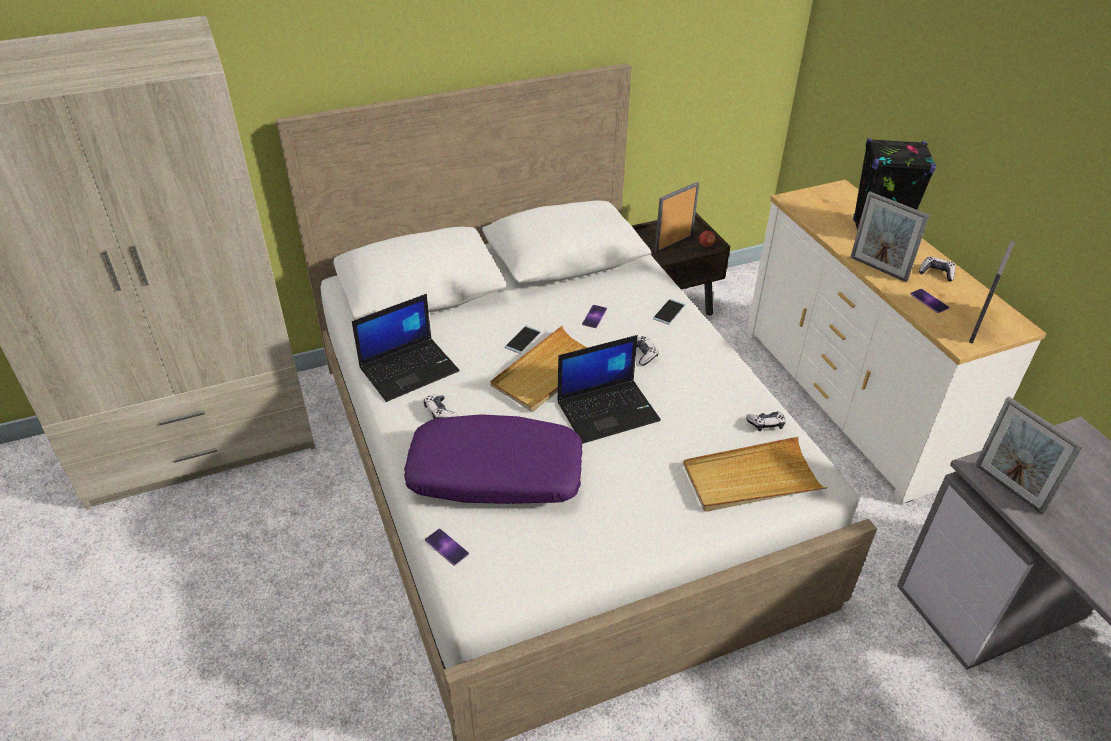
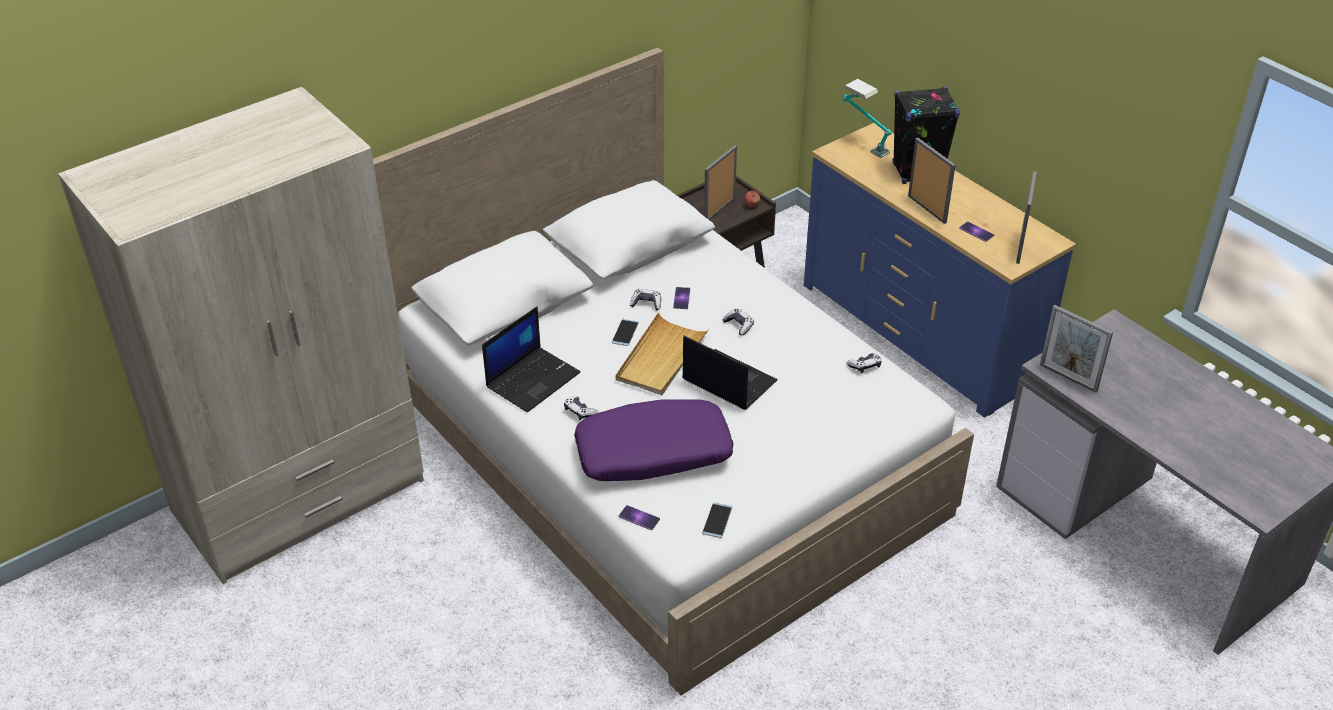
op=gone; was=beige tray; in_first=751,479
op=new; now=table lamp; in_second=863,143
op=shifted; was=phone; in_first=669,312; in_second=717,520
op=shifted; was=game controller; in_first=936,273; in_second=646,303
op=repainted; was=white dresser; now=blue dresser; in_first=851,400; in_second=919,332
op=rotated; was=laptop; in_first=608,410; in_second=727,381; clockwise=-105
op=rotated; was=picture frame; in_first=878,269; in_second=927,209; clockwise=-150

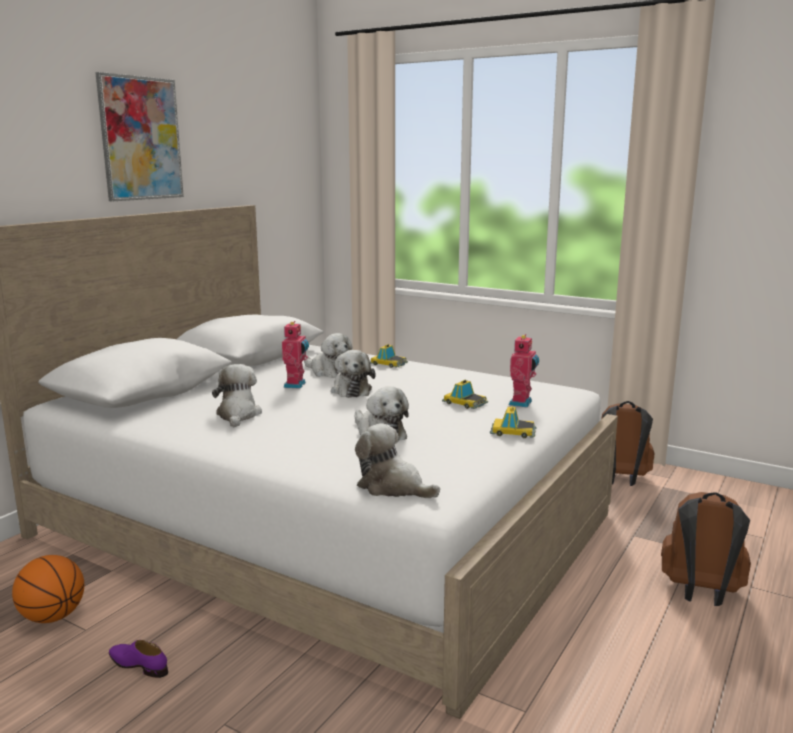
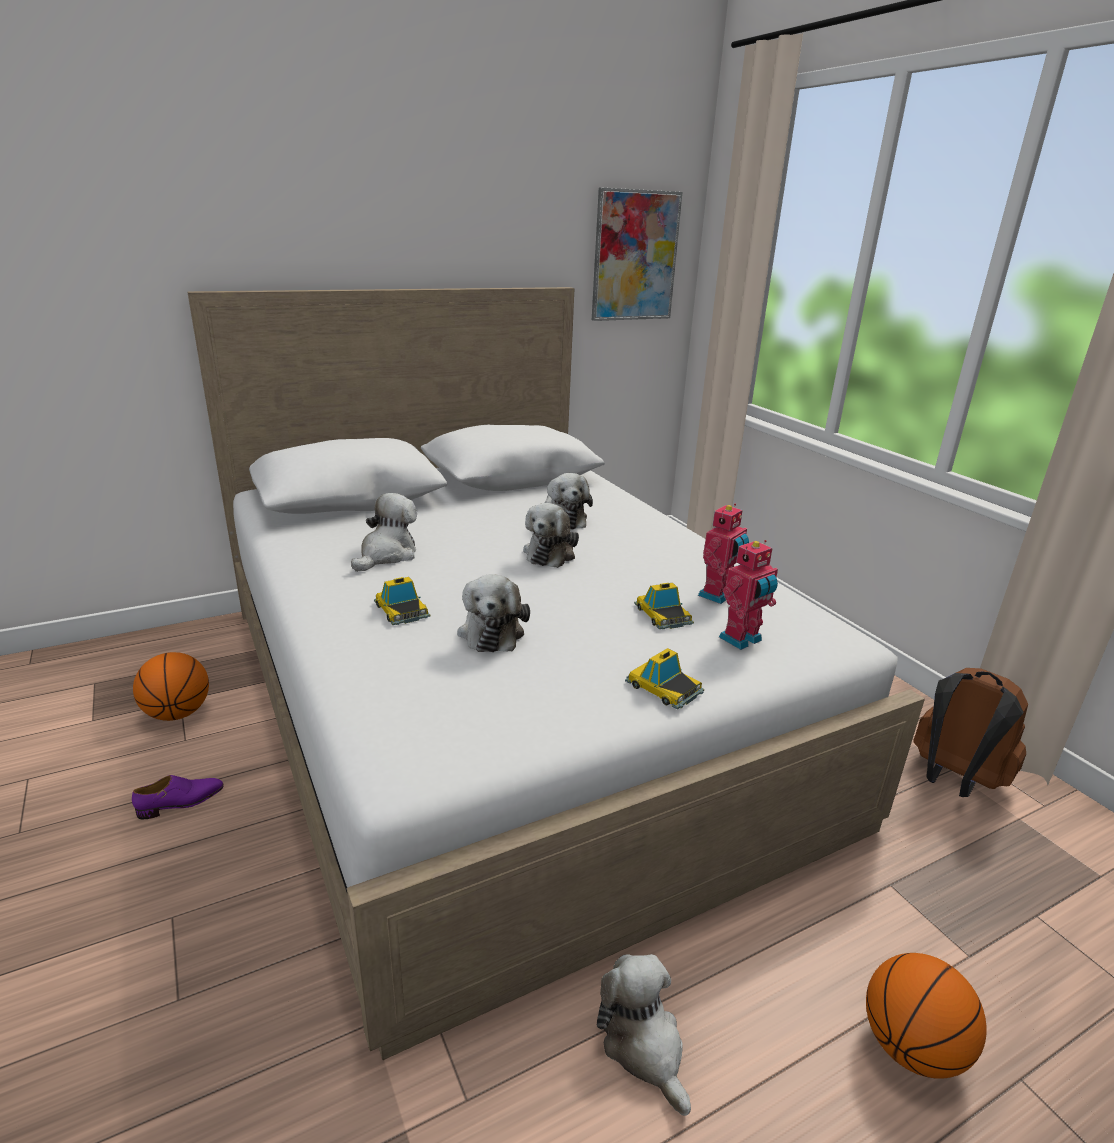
op=shifted; was=picture; in_first=140,139; in_second=635,256
op=shifted; was=toy robot; in_first=296,385; in_second=718,595
op=shifted; was=plush toy; in_first=393,487; in_second=644,1045
op=shifted; was=toy car; in_first=388,363; in_second=401,610
op=swapped; was=brown backpack; now=basketball; in_first=701,594; in_second=911,1046
op=rotated; was=purple shoe; in_first=138,665; in_second=181,802; clockwise=90

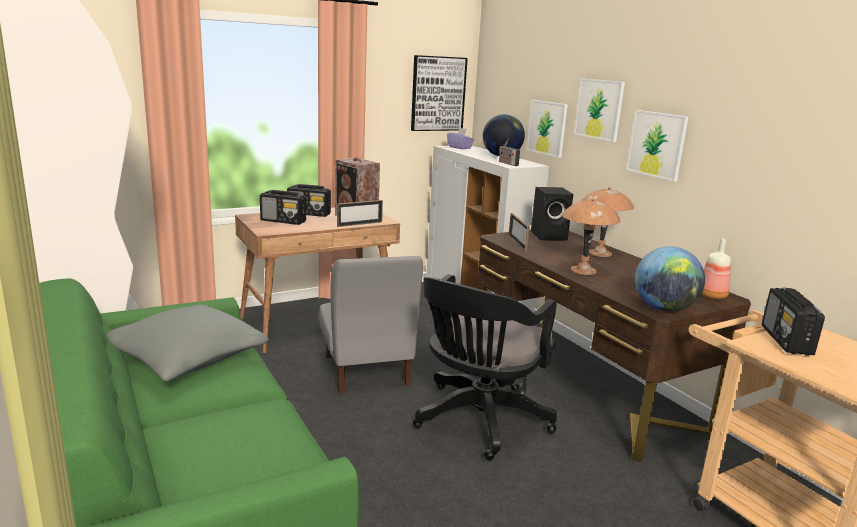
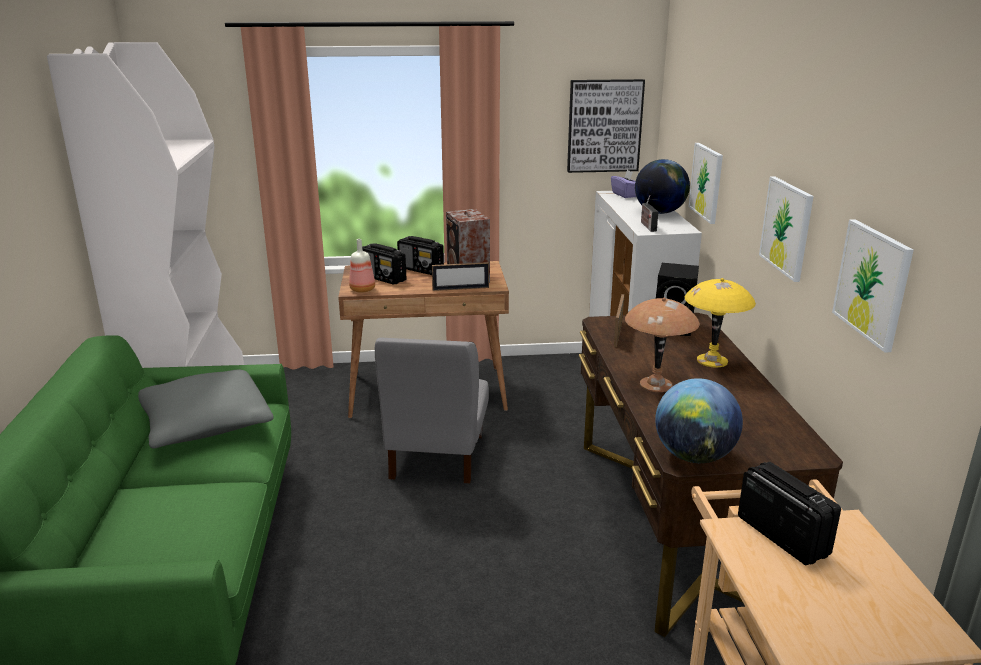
op=gone; was=black office chair; in_first=478,422
op=shifted; was=picture; in_first=599,109; in_second=872,283
op=shifted; was=bottle; in_first=712,295; in_second=363,289
op=repainted; was=brown table lamp; now=yellow table lamp; in_first=600,253; in_second=712,361
op=rotated; was=radio; in_first=786,341; in_second=781,535; clockwise=120

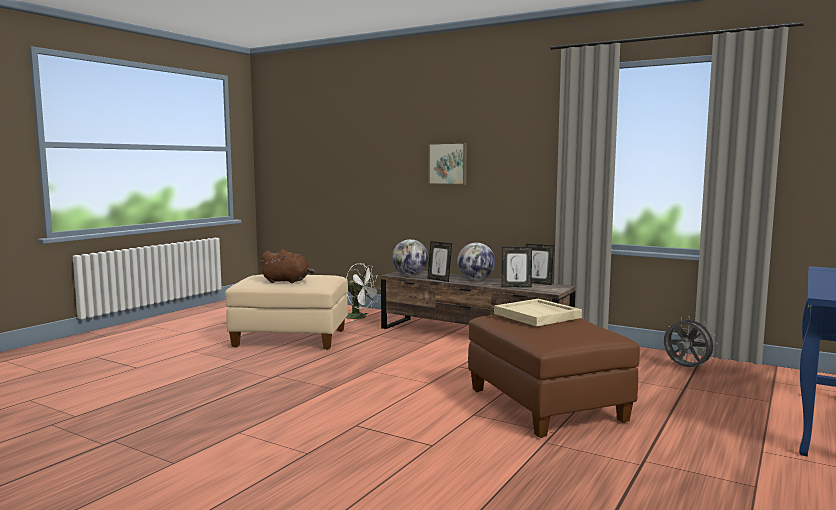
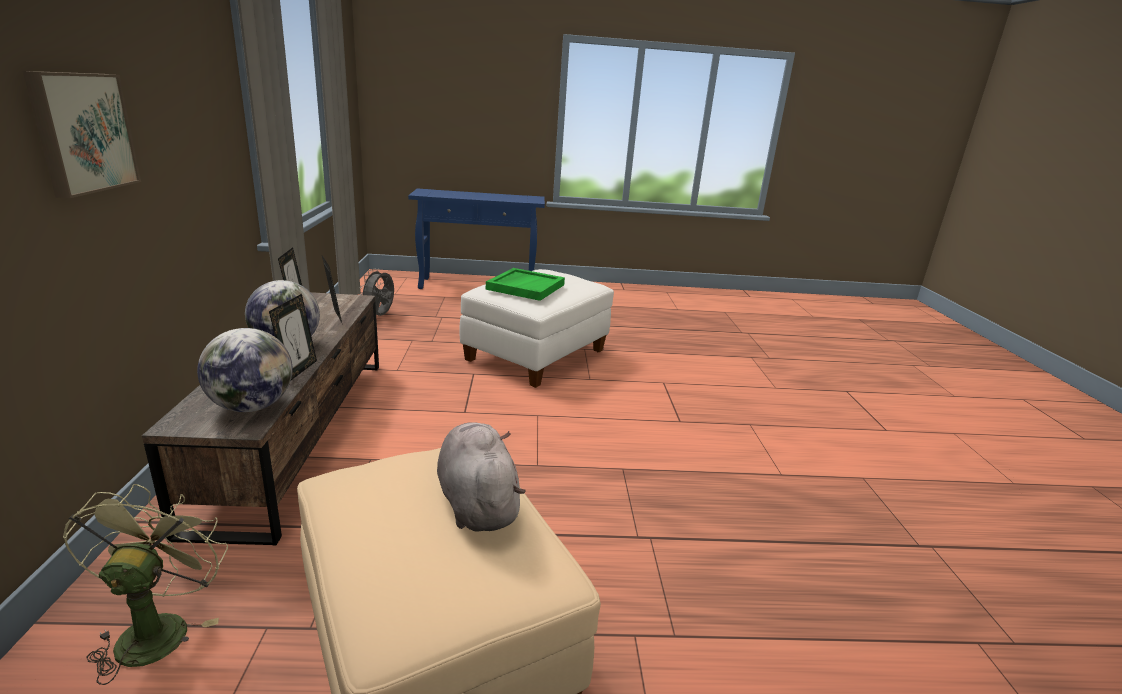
op=repainted; was=brown plush toy; now=grey plush toy; in_first=287,281; in_second=477,502
op=repainted; was=white fan; now=green fan; in_first=360,317; in_second=157,628
op=repainted; was=brown ottoman; now=white ottoman; in_first=546,406; in_second=535,356
op=repainted; was=beige tray; now=green tray; in_first=538,315; in_second=525,287

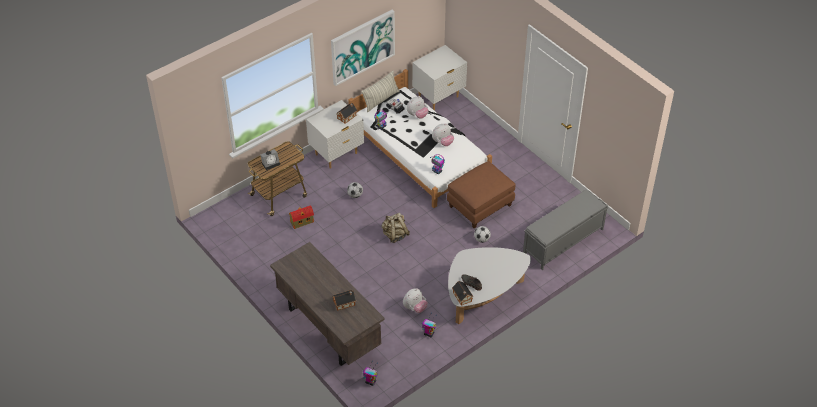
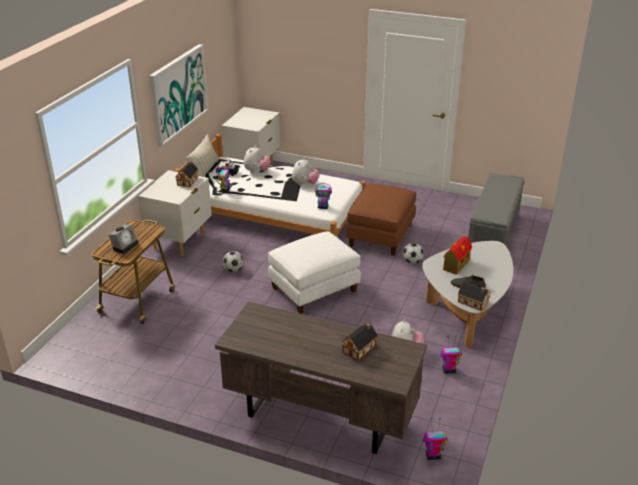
op=shifted; was=toy house; in_first=301,222; in_second=456,265
op=swapped; was=beige backpack; now=white ottoman; in_first=395,235; in_second=314,290

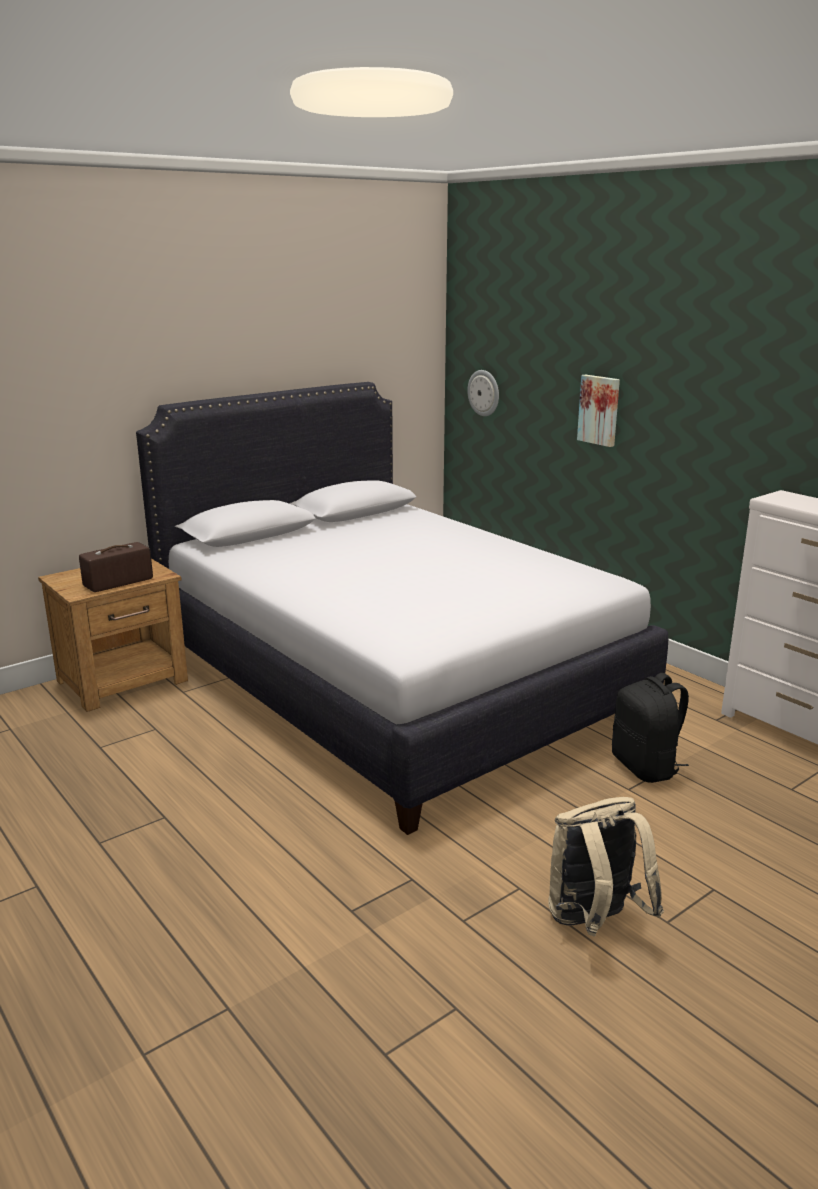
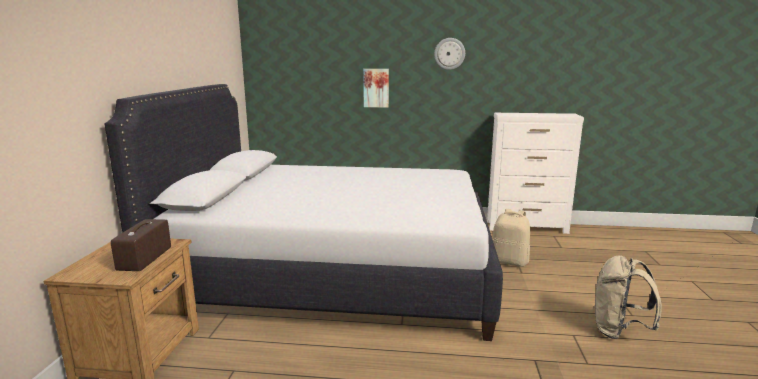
op=shifted; was=wall clock; in_first=484,393; in_second=449,53
op=repainted; was=black backpack; now=beige backpack; in_first=646,767; in_second=509,261

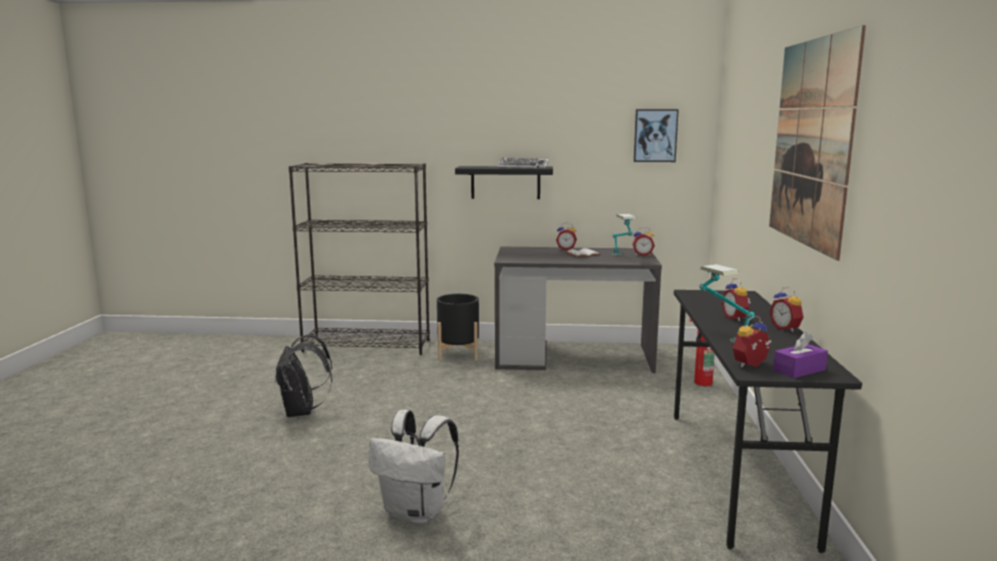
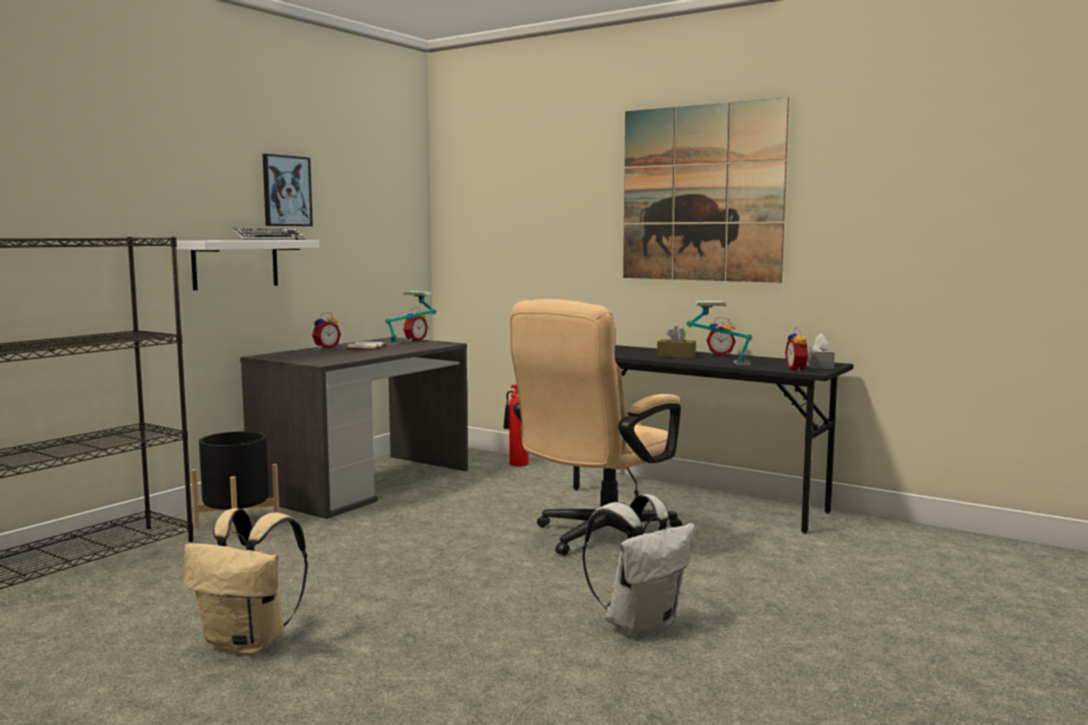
op=new; now=beige office chair; in_second=597,538
op=shifted; was=picture; in_first=655,135; in_second=286,191
op=swapped; was=alarm clock; now=brown tissue box; in_first=736,318; in_second=676,356
op=repainted; was=black backpack; now=beige backpack; in_first=302,412; in_second=249,644
op=repainted; was=black shelf; now=white shelf; in_first=505,182; in_second=235,264
op=repainted; was=purple tissue box; now=grey tissue box; in_first=799,370; in_second=817,366

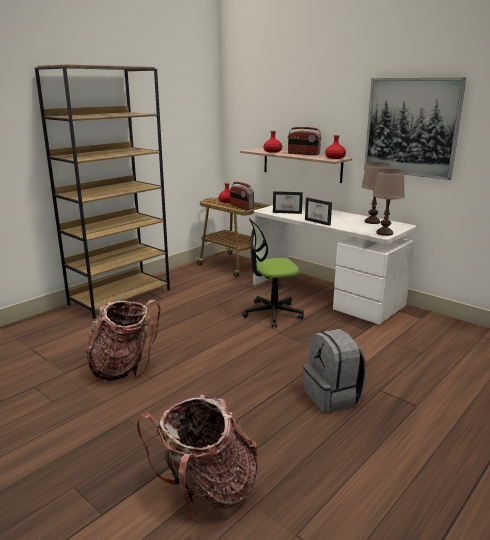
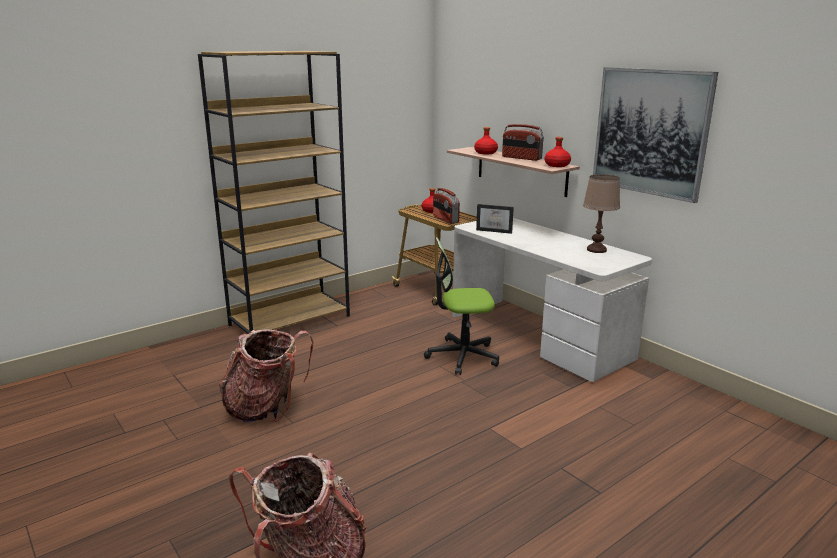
op=gone; was=grey backpack; in_first=333,397
op=gone; was=picture frame; in_first=320,222
op=gone; was=brown table lamp; in_first=384,233

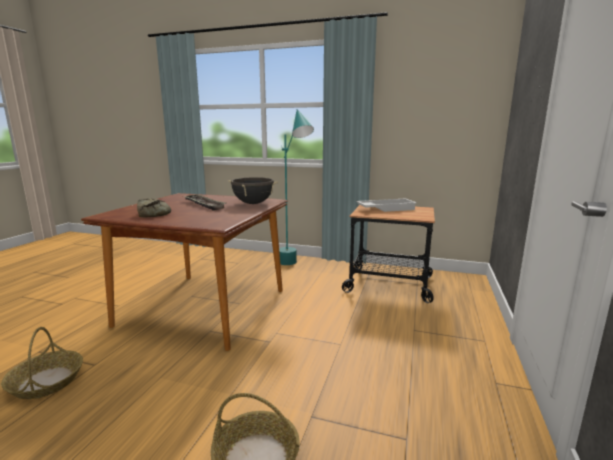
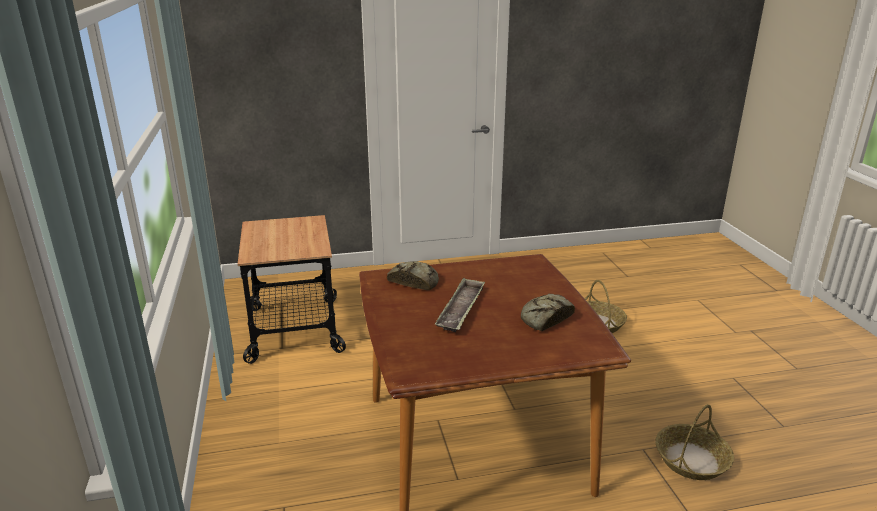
op=gone; was=turquoise floor lamp; in_first=294,267
op=gone; was=white tray; in_first=386,209
op=swapped; was=black cooking pot; now=bread; in_first=253,203; in_second=414,281

